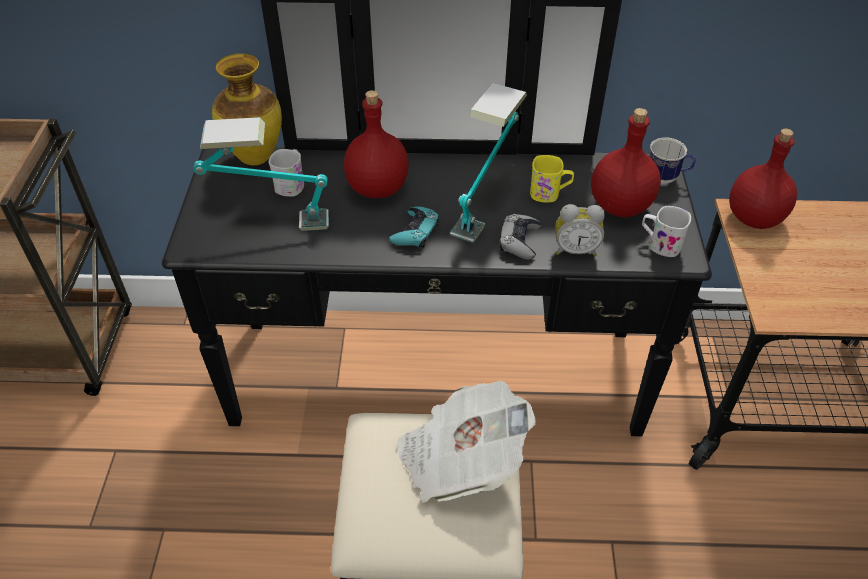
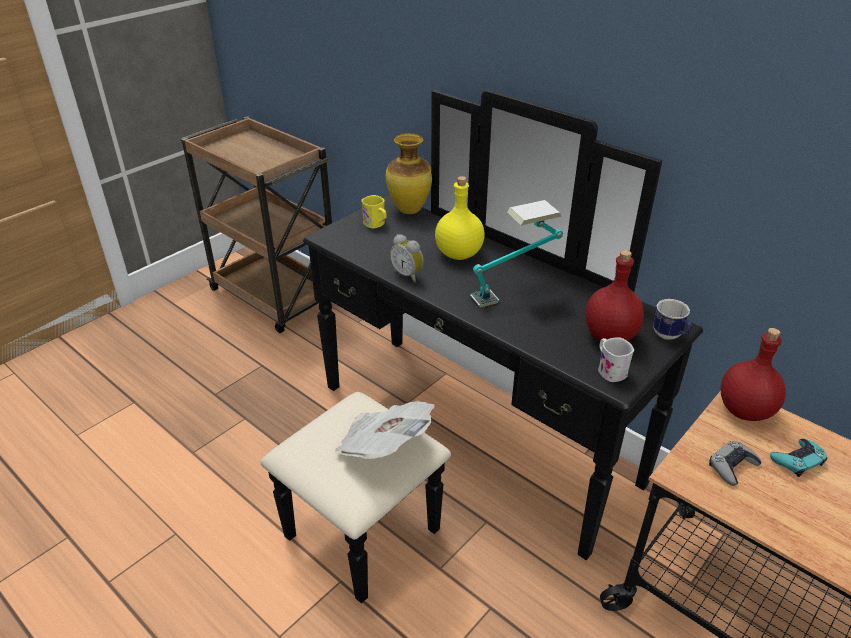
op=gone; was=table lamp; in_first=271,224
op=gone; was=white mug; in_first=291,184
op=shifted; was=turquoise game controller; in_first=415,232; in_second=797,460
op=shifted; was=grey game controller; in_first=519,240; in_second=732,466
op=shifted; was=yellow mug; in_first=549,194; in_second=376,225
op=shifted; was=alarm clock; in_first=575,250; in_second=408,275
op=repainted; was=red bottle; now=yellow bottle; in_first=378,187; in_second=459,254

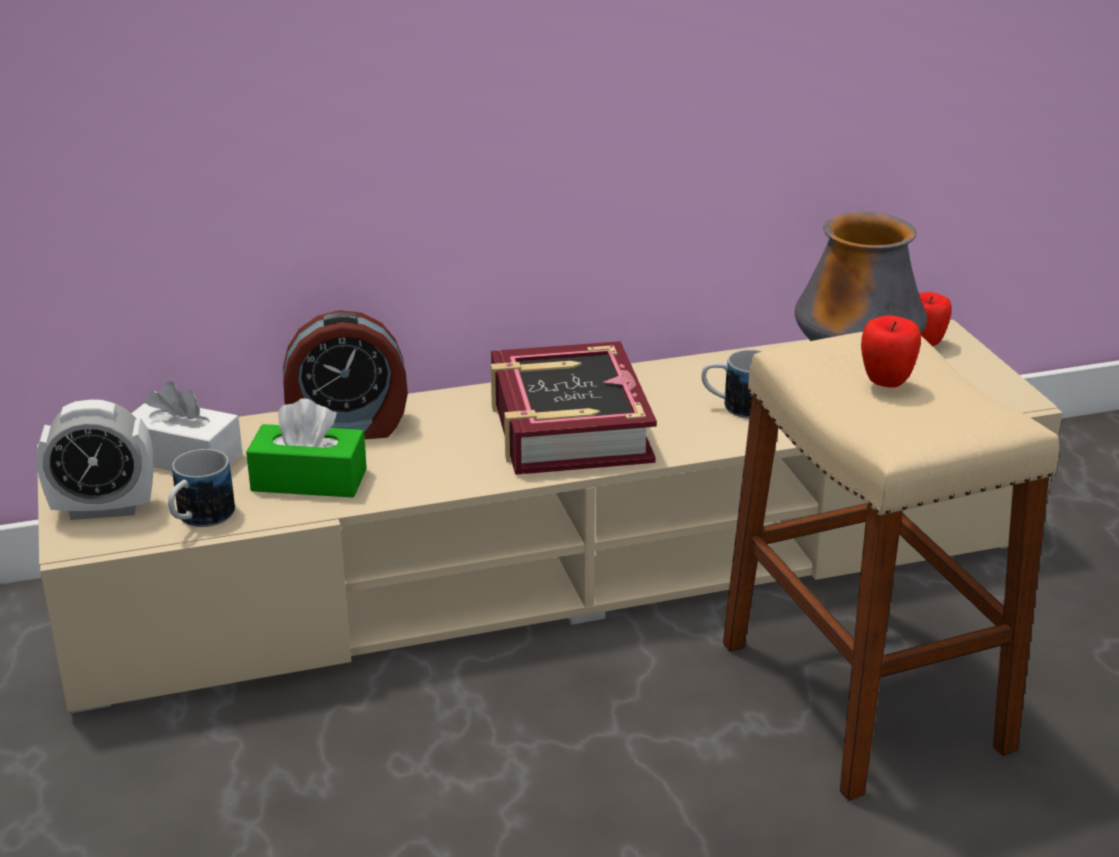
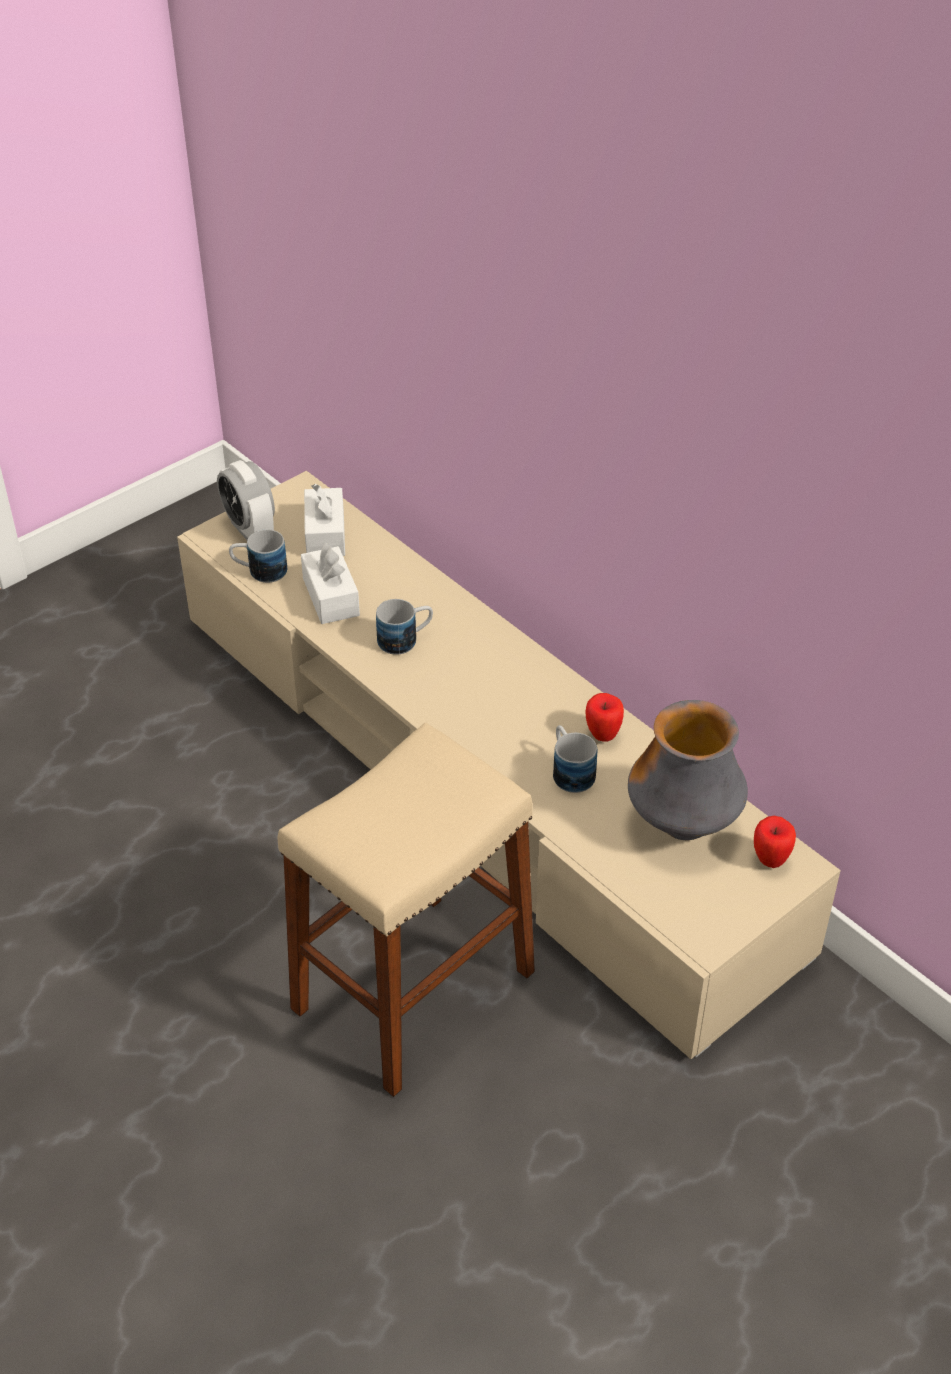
op=gone; was=alarm clock; in_first=348,427
op=gone; was=book; in_first=567,426
op=new; now=mug; in_second=405,639
op=shifted; was=apple; in_first=886,383; in_second=602,735
op=repainted; was=green tissue box; now=white tissue box; in_first=309,480; in_second=331,597

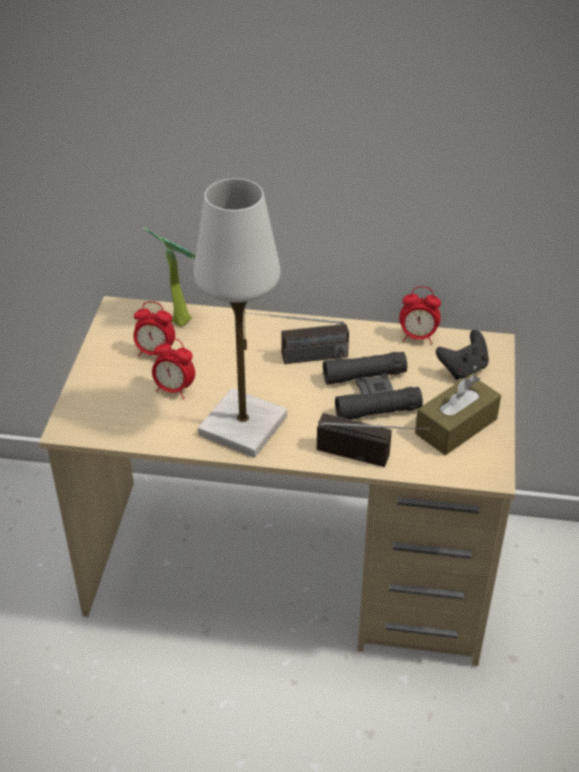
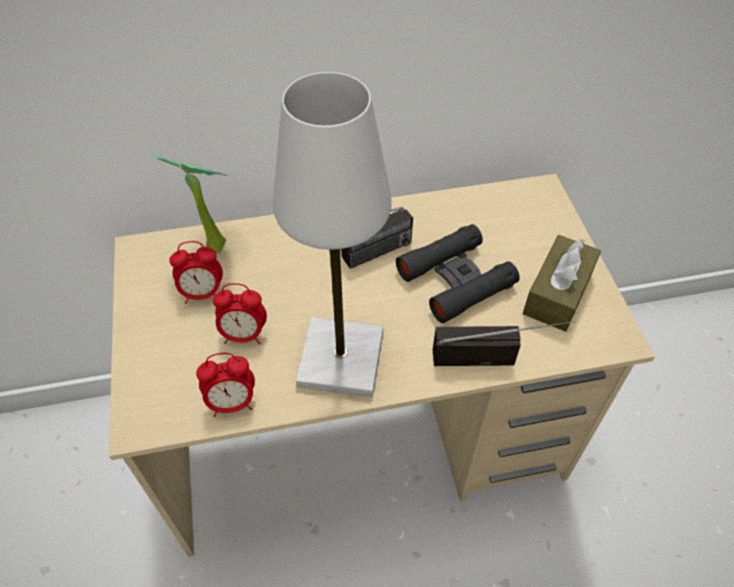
op=gone; was=black game controller; in_first=463,369
op=shifted; was=alarm clock; in_first=417,337; in_second=232,403

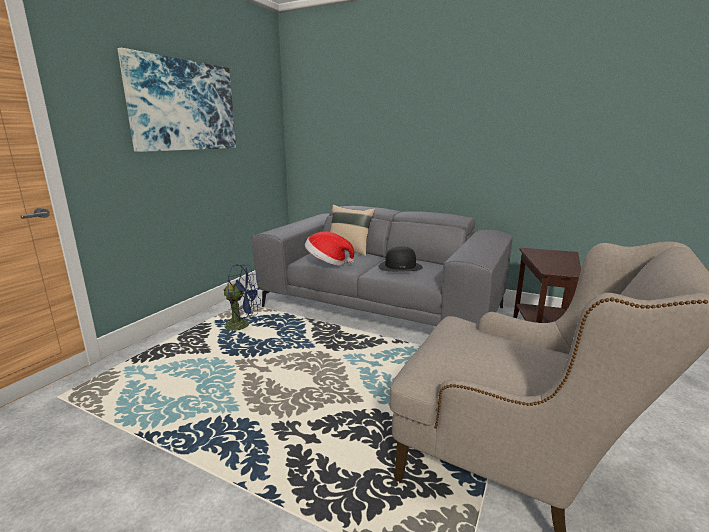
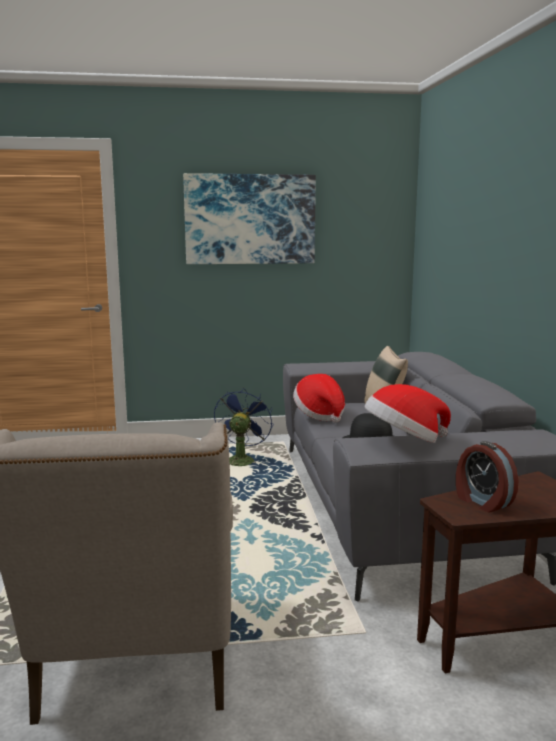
op=new; now=hat; in_second=403,440
op=new; now=alarm clock; in_second=482,502
op=rotated; was=blue fan; in_first=243,325; in_second=241,459; clockwise=-135

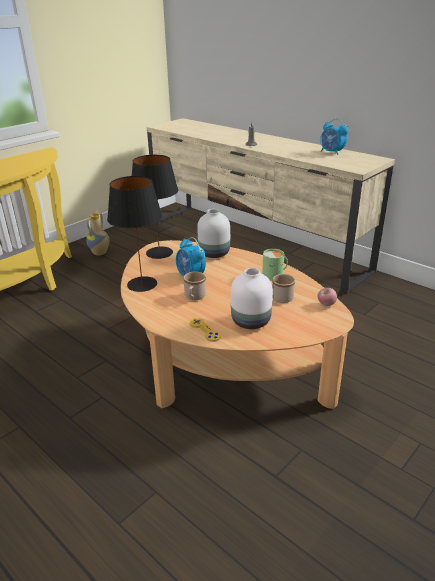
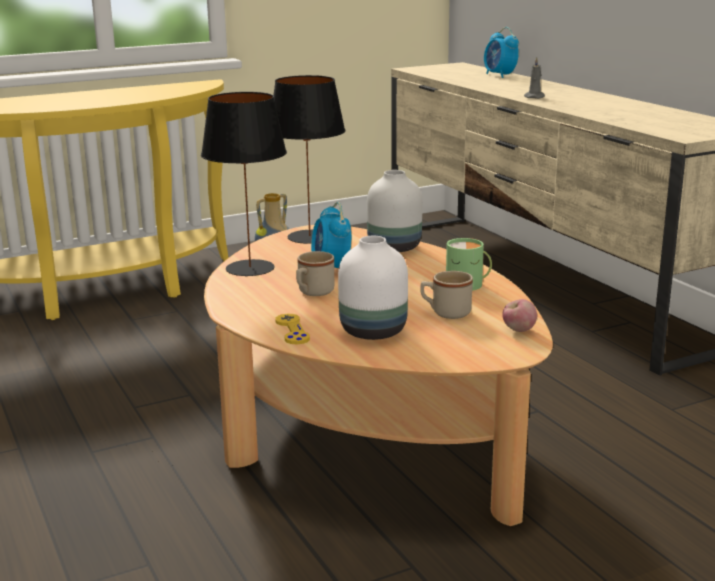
op=shifted; was=alarm clock; in_first=331,152; in_second=499,75

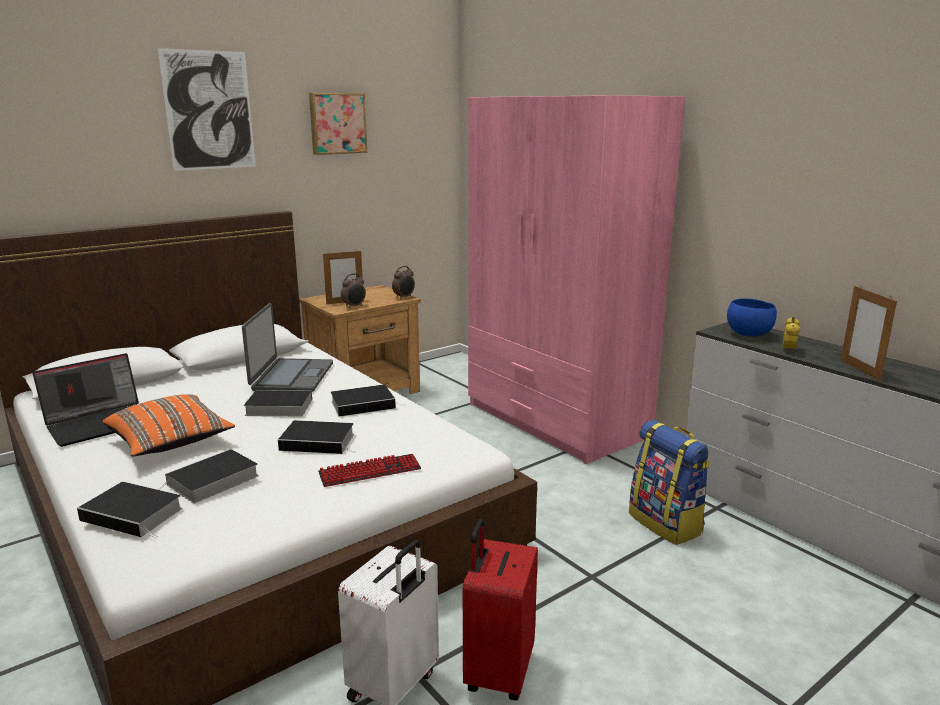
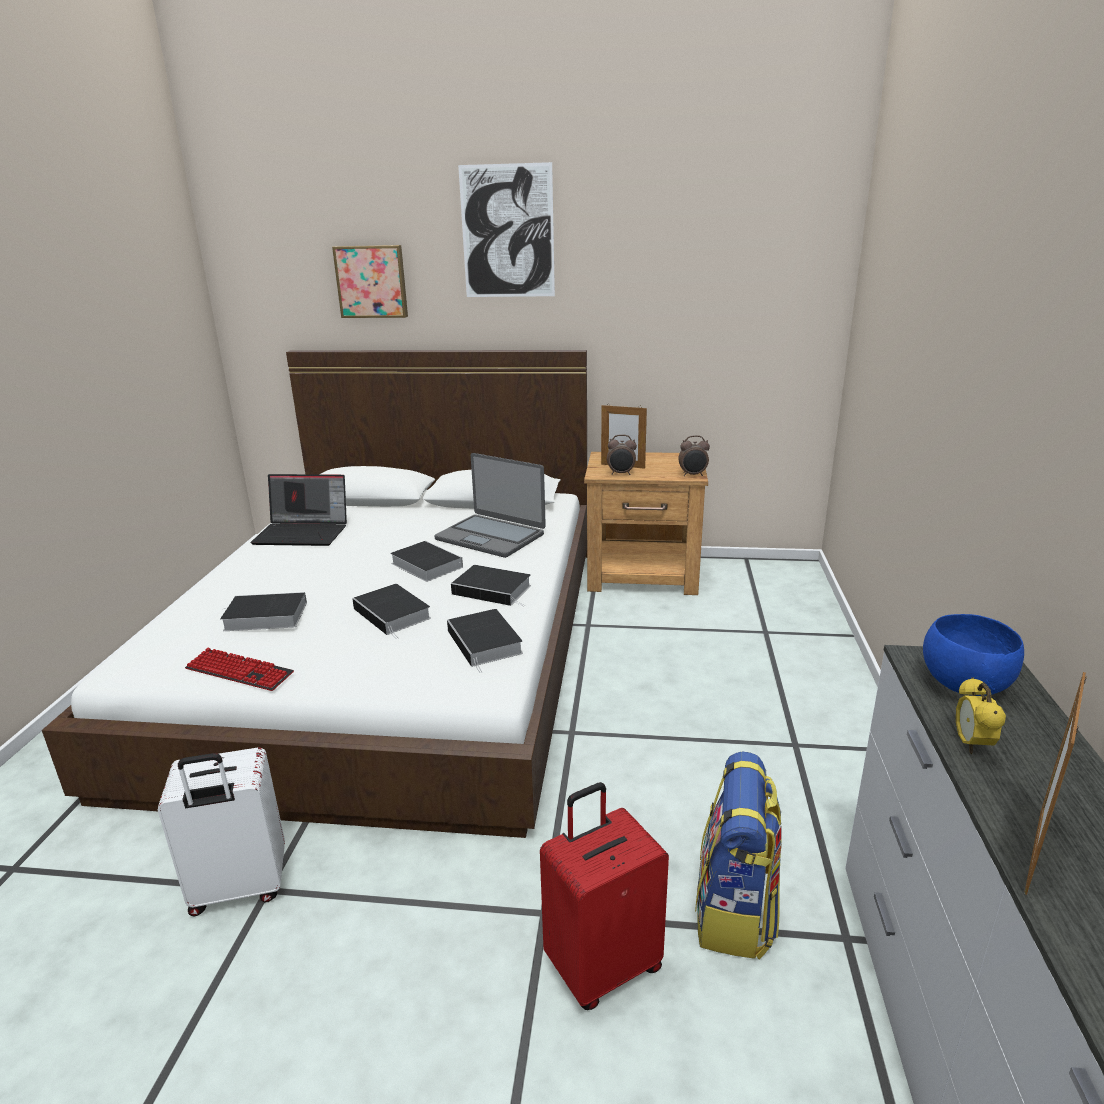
op=gone; was=orange pillow; in_first=170,442
op=gone; was=pink wardrobe; in_first=556,420
op=shifted; was=book; in_first=135,514; in_second=486,643
op=shifted; was=picture; in_first=337,123; in_second=372,281
op=shifted; was=keyboard; in_first=370,472; in_second=239,671
op=shifted; was=red suitcase; in_first=497,672; in_second=602,965
op=rotated; was=laptop; in_first=291,377; in_second=491,536; clockwise=75
op=rotated; was=alarm clock; in_first=788,350; in_second=971,745; clockwise=120

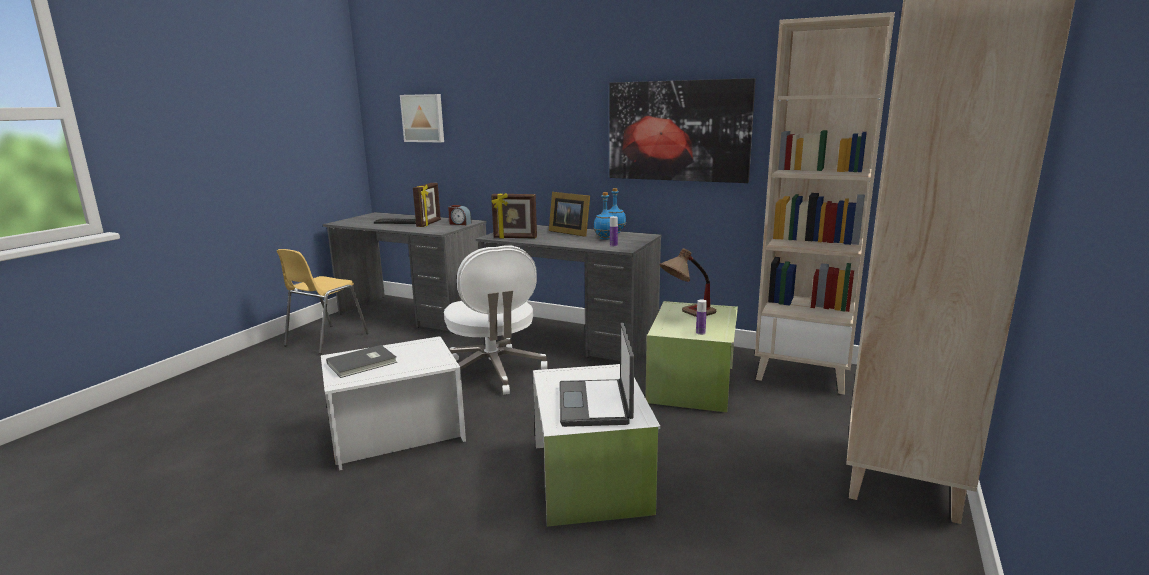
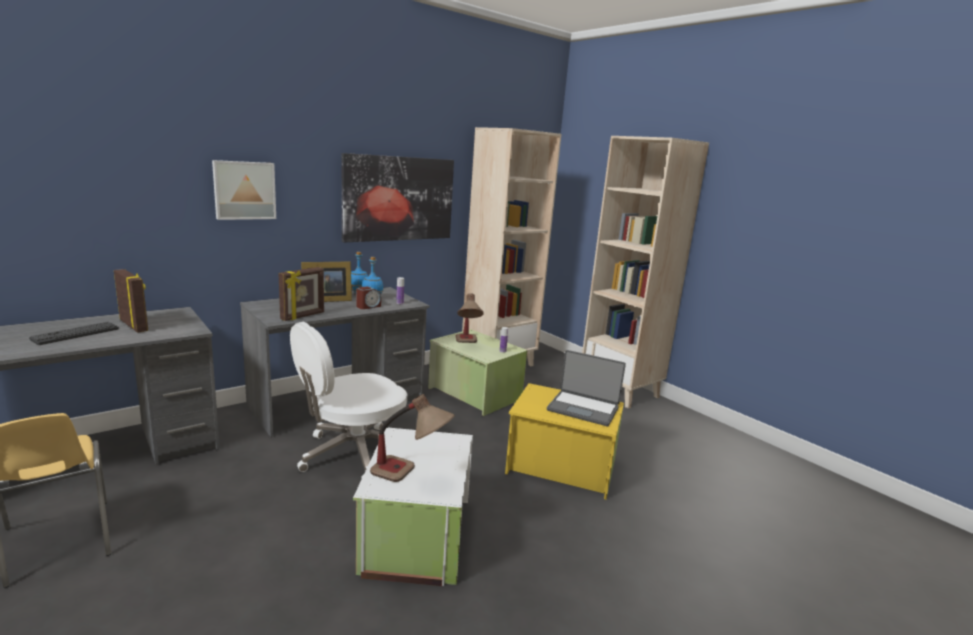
op=shifted; was=picture; in_first=423,118; in_second=244,190
op=shifted; was=alarm clock; in_first=460,223; in_second=368,306
op=swapped; was=grey book; now=table lamp; in_first=363,363; in_second=411,476
op=repainted; was=white storage box; now=yellow storage box; in_first=592,477; in_second=561,466
op=rotated; was=white office chair; in_first=493,372; in_second=353,454; clockwise=135

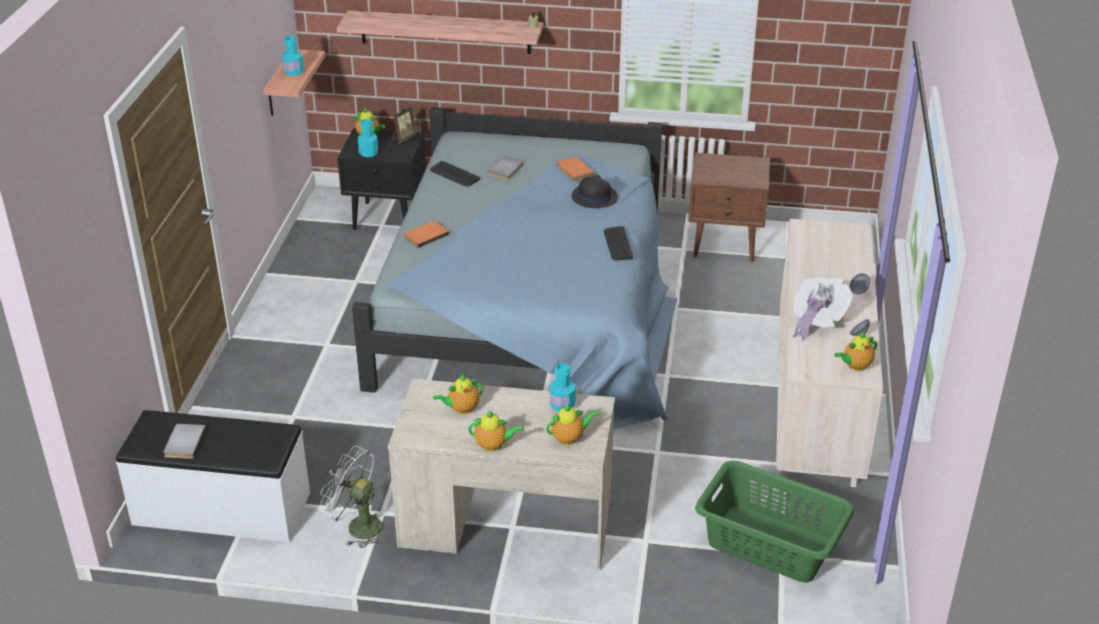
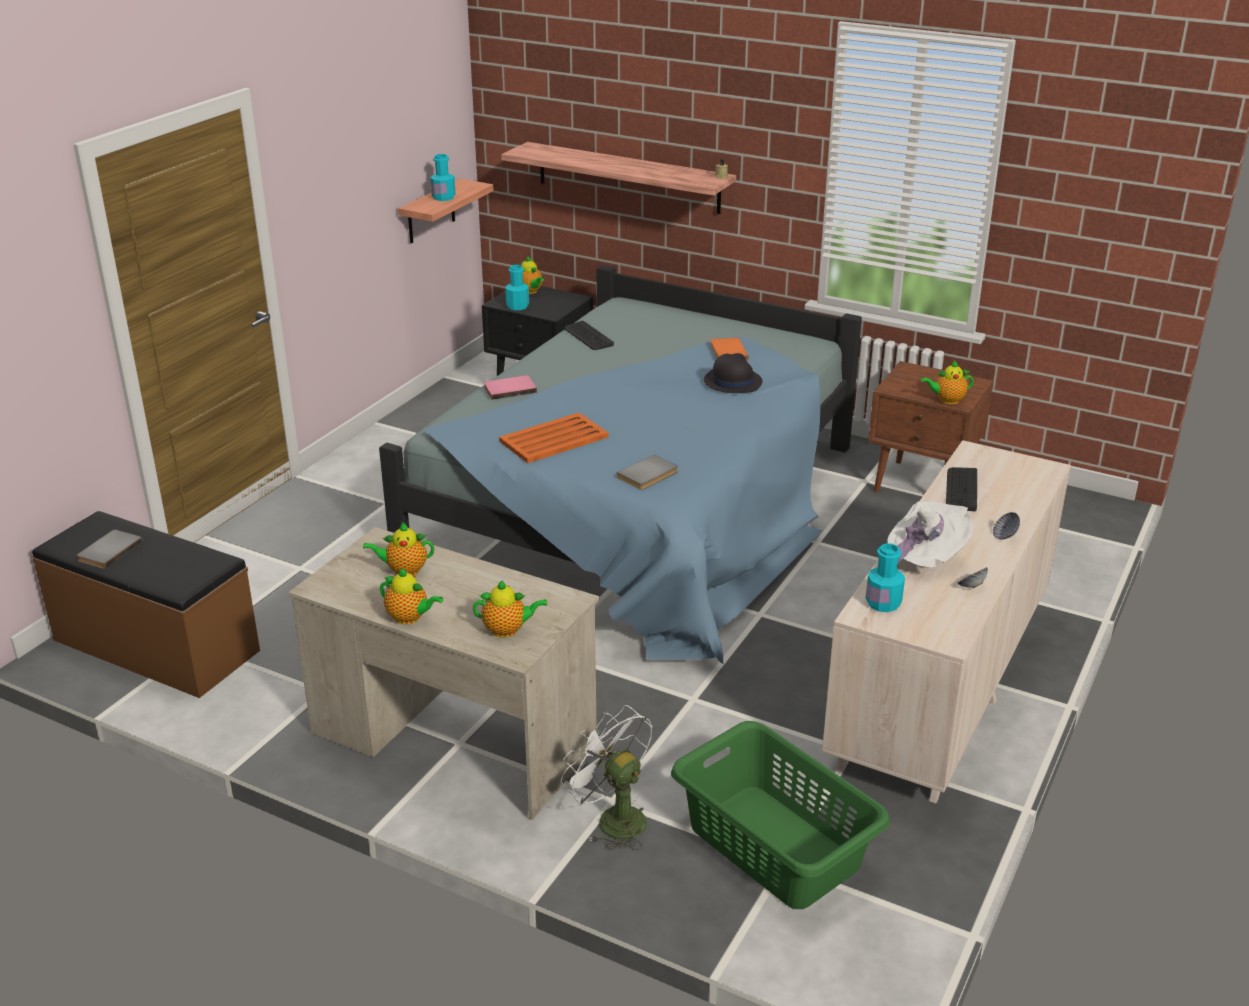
op=gone; was=picture frame; in_first=403,138
op=new; now=orange tray; in_second=555,439
op=shifted; was=white fan; in_first=357,526; in_second=613,818
op=shifted; was=grey book; in_first=507,170; in_second=649,475
op=shifted; was=turquoise bottle; in_first=562,405; in_second=883,603
op=shifted; was=keyboard; in_first=617,244; in_second=961,490
op=shifted; was=teapot; in_first=855,366; in_second=947,400
op=repainted; was=white bench; now=brown bench; in_first=221,509; in_second=155,646
op=repainted; was=orange book; now=pink book; in_first=425,235; in_second=509,389

